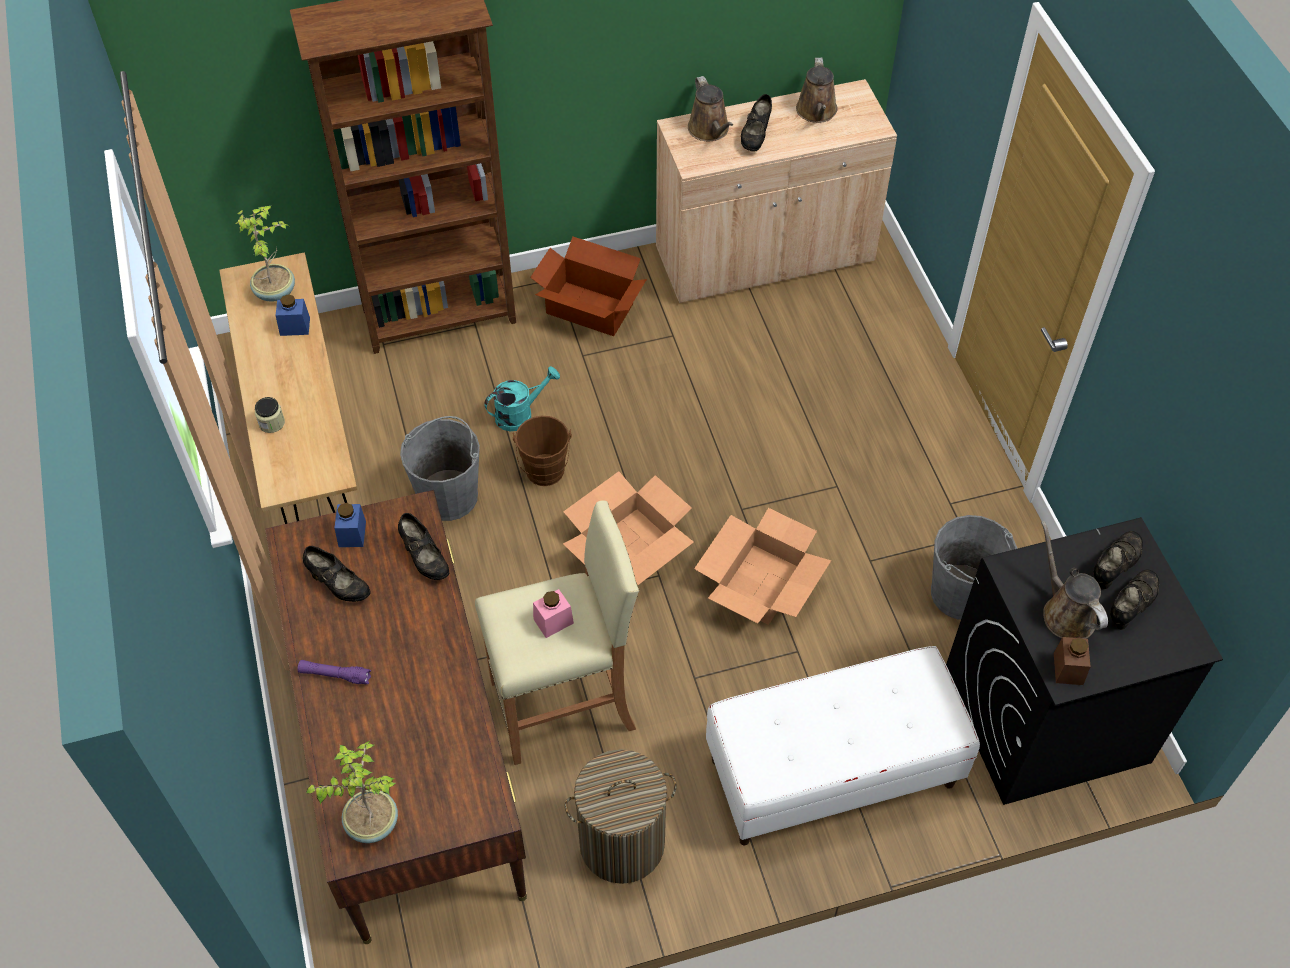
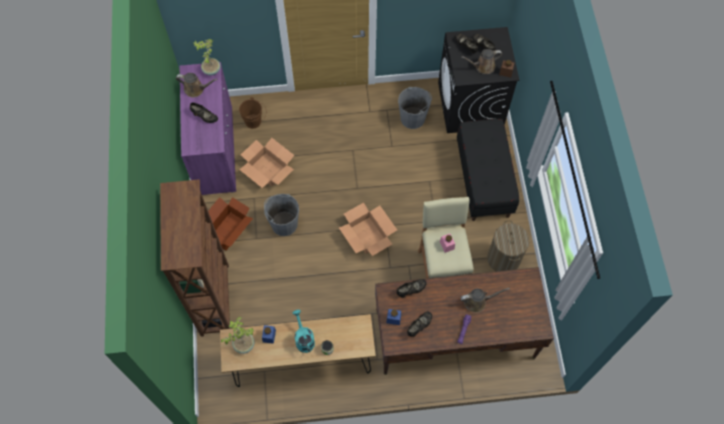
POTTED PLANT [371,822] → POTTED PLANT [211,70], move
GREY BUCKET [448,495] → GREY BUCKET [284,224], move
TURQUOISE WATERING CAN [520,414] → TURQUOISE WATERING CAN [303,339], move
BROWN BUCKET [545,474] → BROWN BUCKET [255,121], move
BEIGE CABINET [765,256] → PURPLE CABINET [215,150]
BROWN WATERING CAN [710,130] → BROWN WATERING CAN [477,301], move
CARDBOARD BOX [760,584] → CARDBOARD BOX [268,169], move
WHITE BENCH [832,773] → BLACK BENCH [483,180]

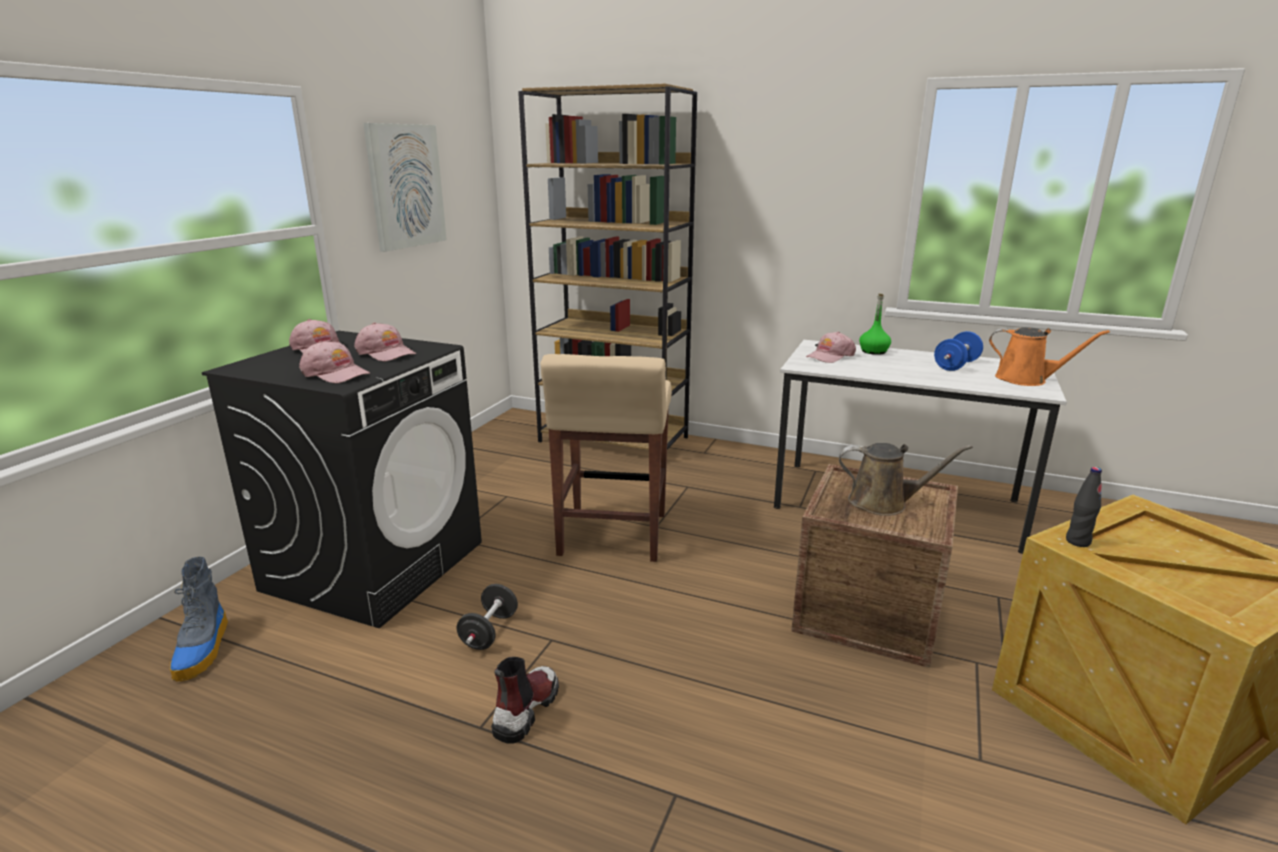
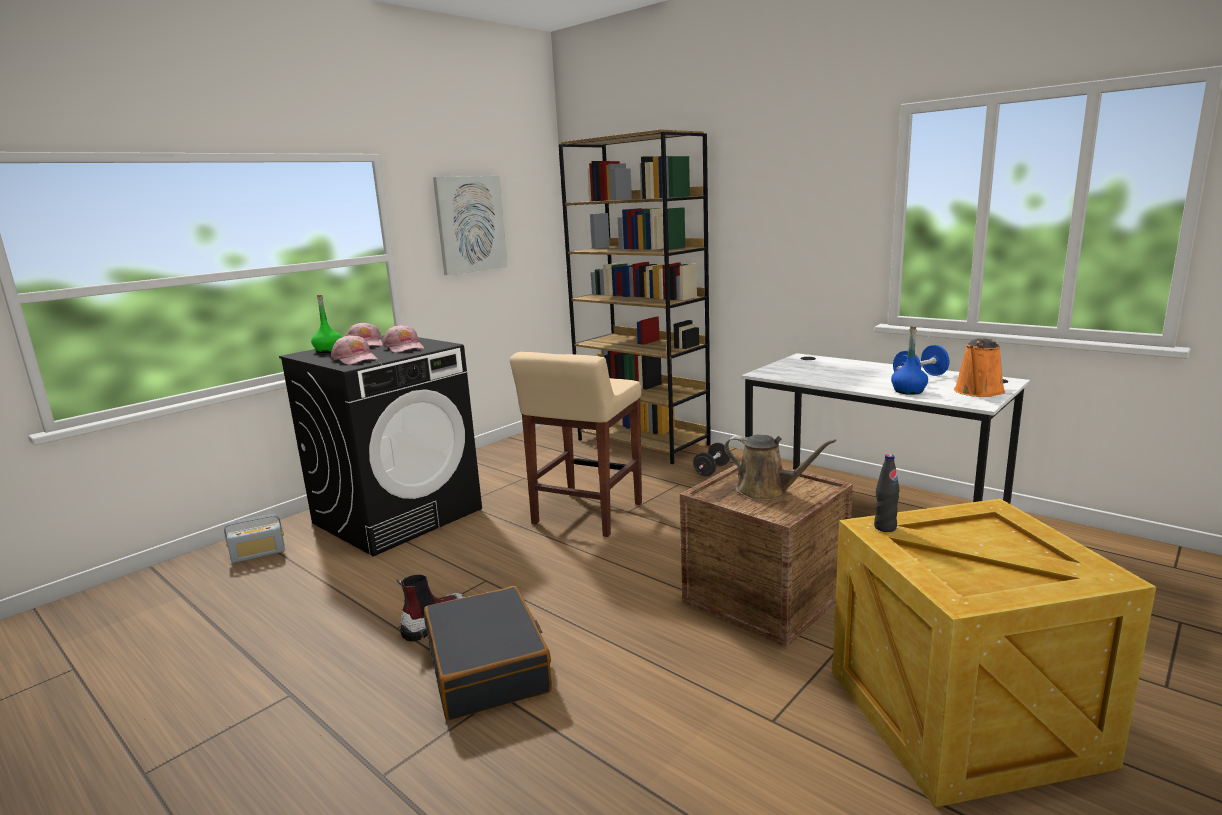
BOOT [203,650] → RADIO [258,554]
BLACK DUMBBELL [489,632] → BLACK DUMBBELL [712,470], move
PINK CAP [830,356] → -
GREEN BOTTLE [873,351] → GREEN BOTTLE [329,350], move
ORANGE WATERING CAN [1026,379] → ORANGE WATERING CAN [978,392], 75 degrees clockwise
- → BLACK SUITCASE [488,667]
- → BLUE BOTTLE [908,391]

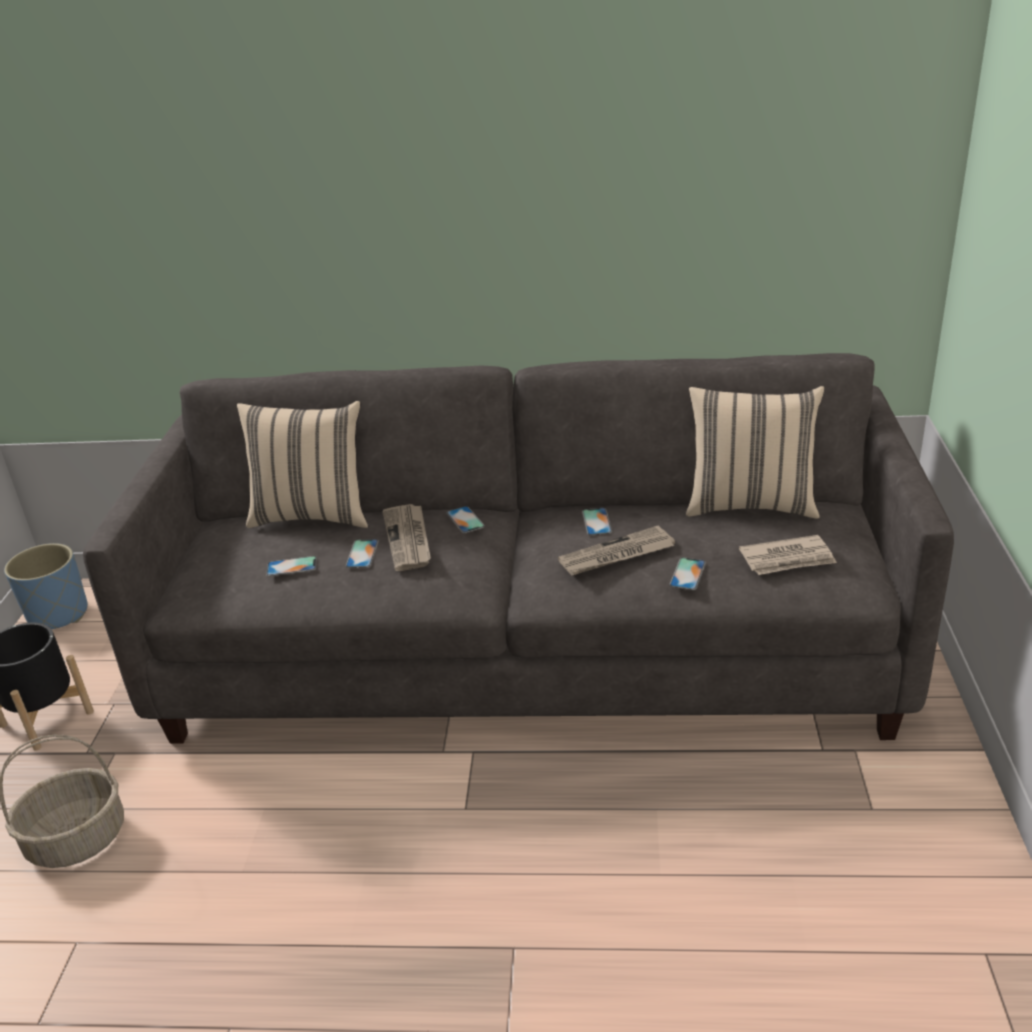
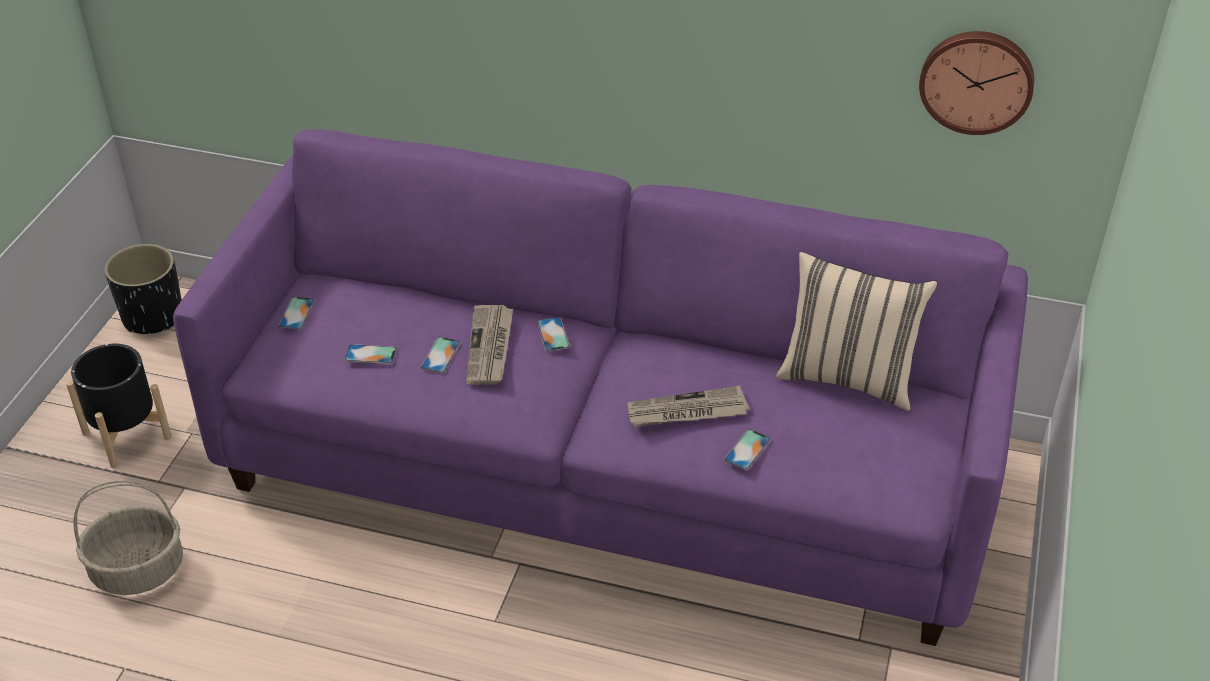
BLUE PLANTER [59,614] → BLACK PLANTER [153,316]
GREY SOFA [528,653] → PURPLE SOFA [606,467]
BEIGE PILLOW [313,515] → -
PHONE [596,522] → PHONE [296,313], move
NEWSPAPER [788,559] → -
- → WALL CLOCK [977,80]

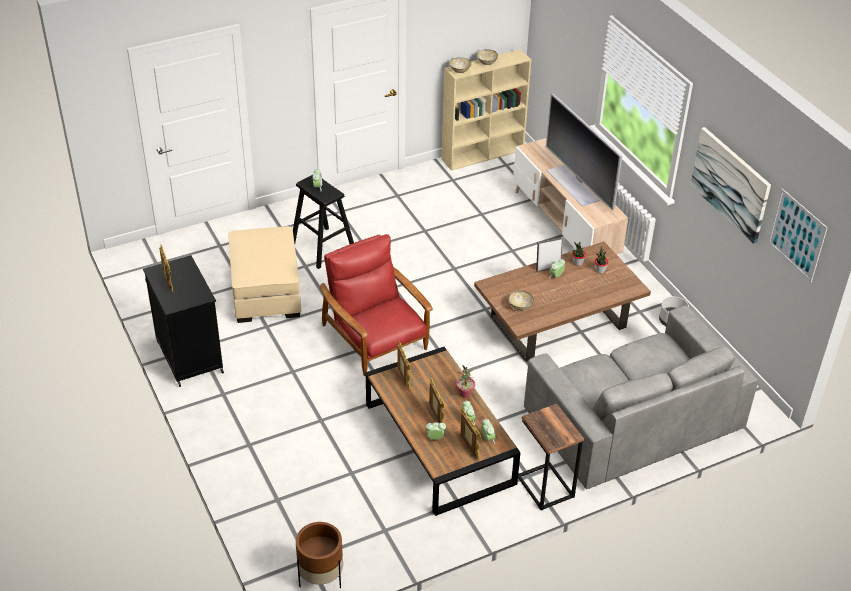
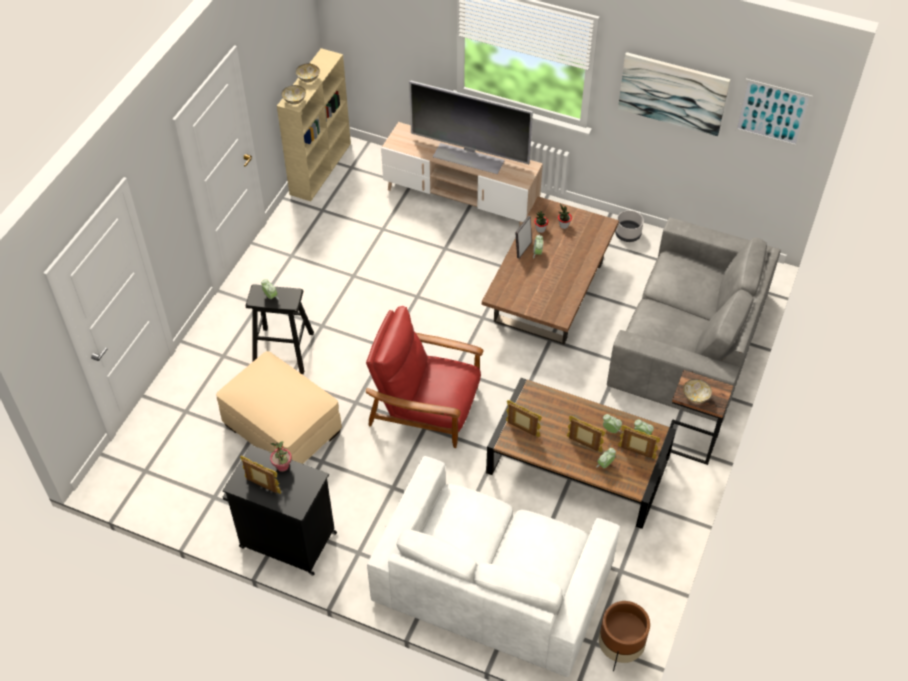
POTTED PLANT [465,394] → POTTED PLANT [282,466], move
BOWL [520,306] → BOWL [695,396], move
- → WHITE SOFA [491,584]

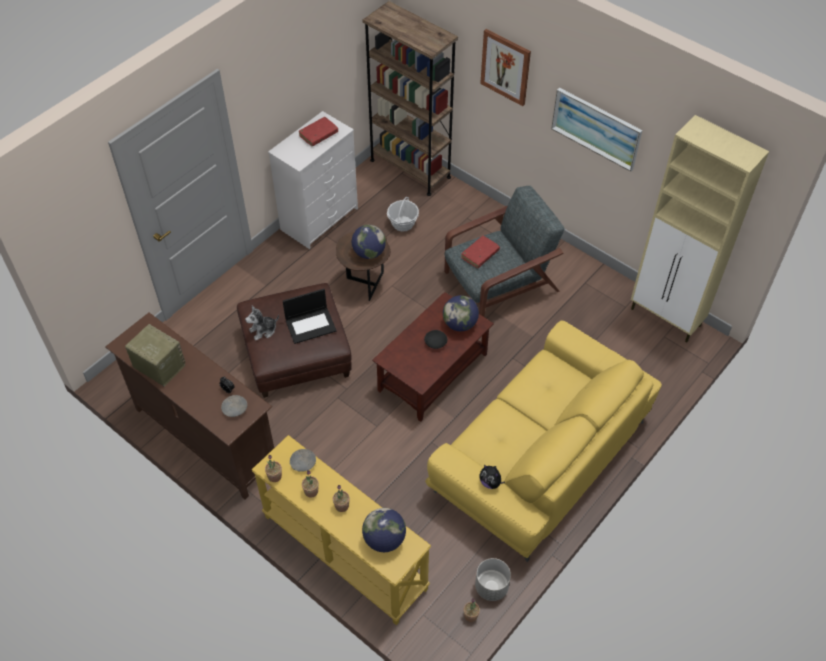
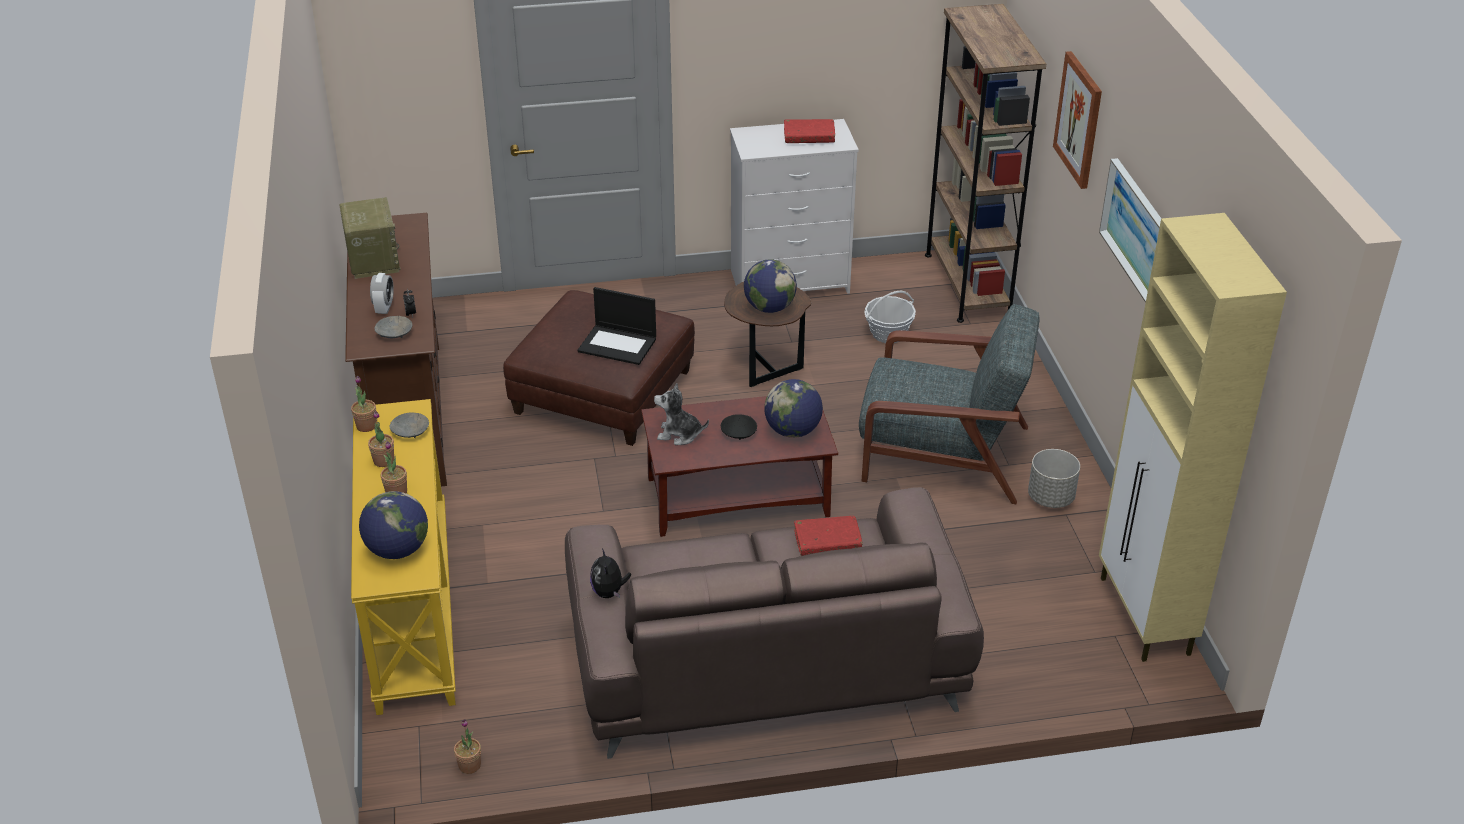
PLUSH TOY [263,330] → PLUSH TOY [679,434], move
YELLOW SOFA [540,456] → BROWN SOFA [765,660]
RED BOOK [480,254] → RED BOOK [827,542], move
GREY PLANTER [491,587] → GREY PLANTER [1050,498], move
- → ALARM CLOCK [384,308]

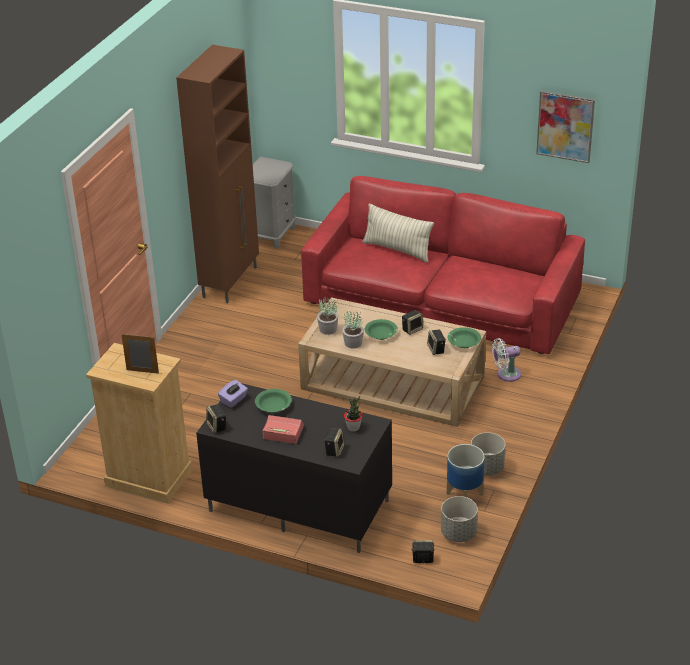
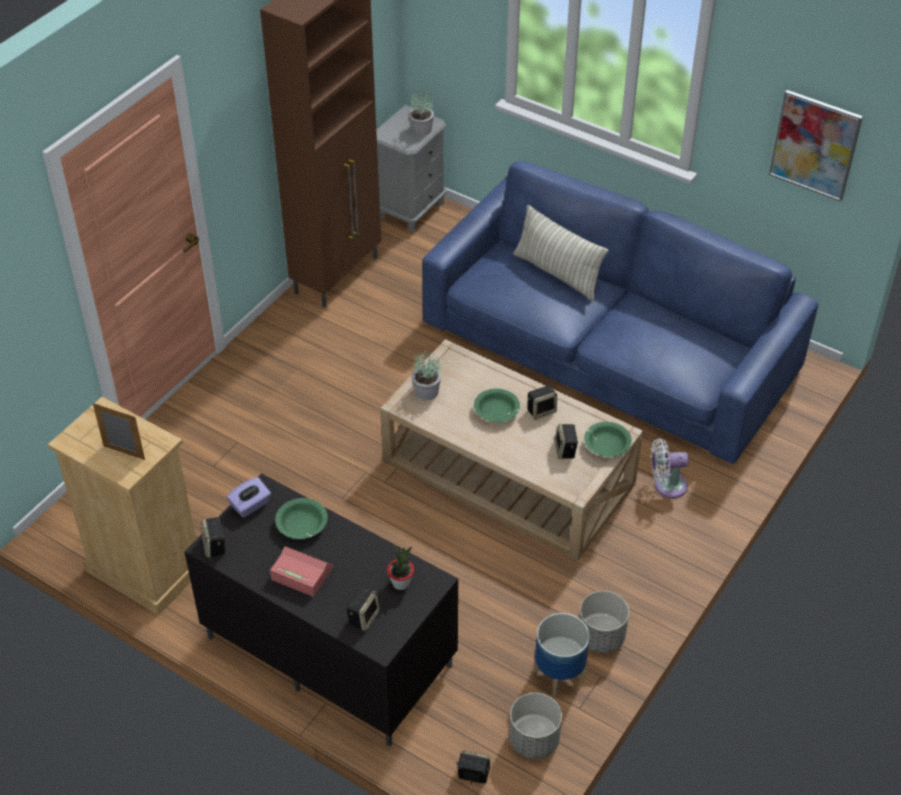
RED SOFA [441,300] → BLUE SOFA [608,348]
POTTED PLANT [353,343] → POTTED PLANT [421,130], move

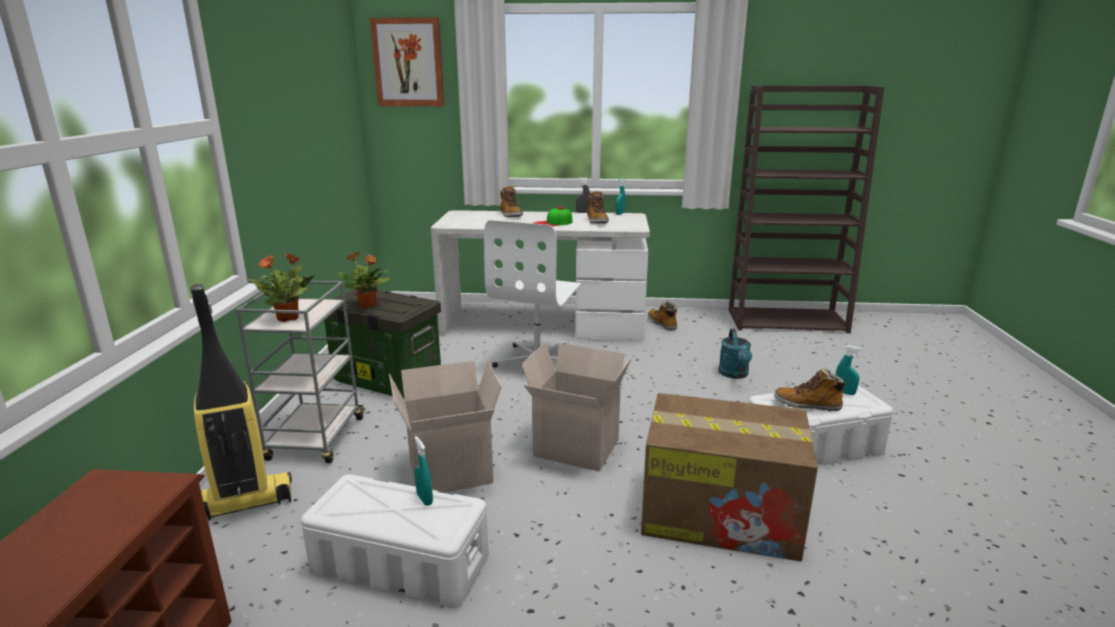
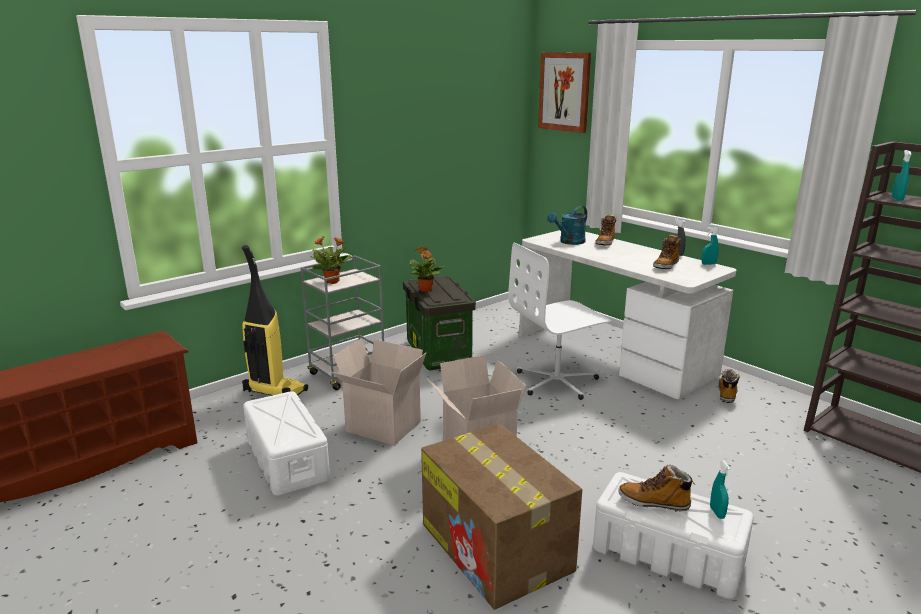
TURQUOISE SPRAY BOTTLE [424,499] → TURQUOISE SPRAY BOTTLE [897,199], move
CAP [552,223] → -
TURQUOISE WATERING CAN [734,374] → TURQUOISE WATERING CAN [569,242], move
BOOT [807,405] → BOOT [654,502], 45 degrees counterclockwise

